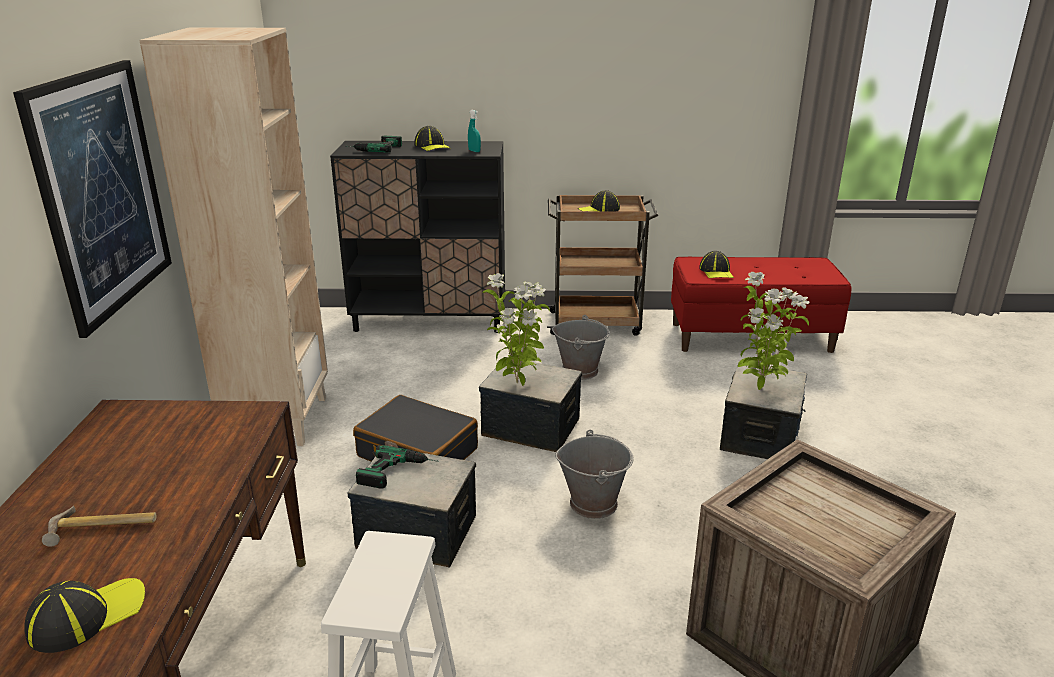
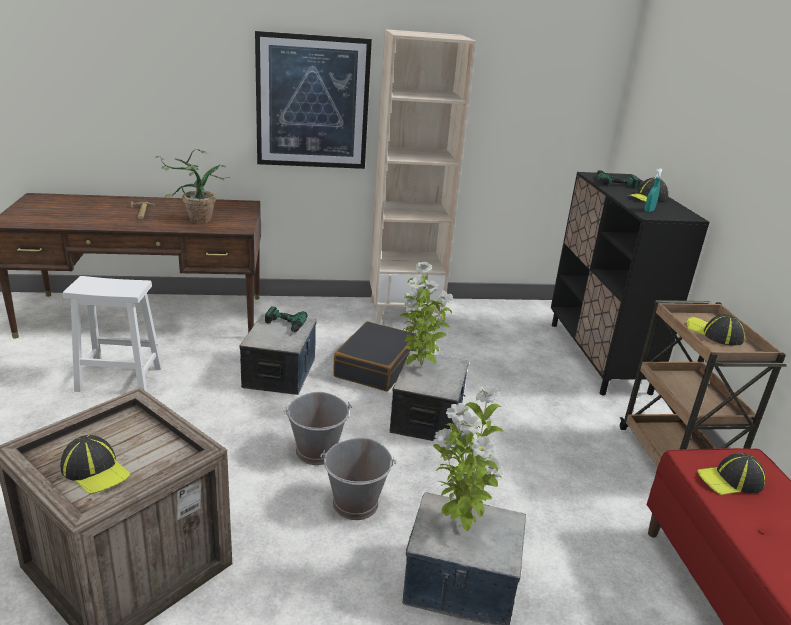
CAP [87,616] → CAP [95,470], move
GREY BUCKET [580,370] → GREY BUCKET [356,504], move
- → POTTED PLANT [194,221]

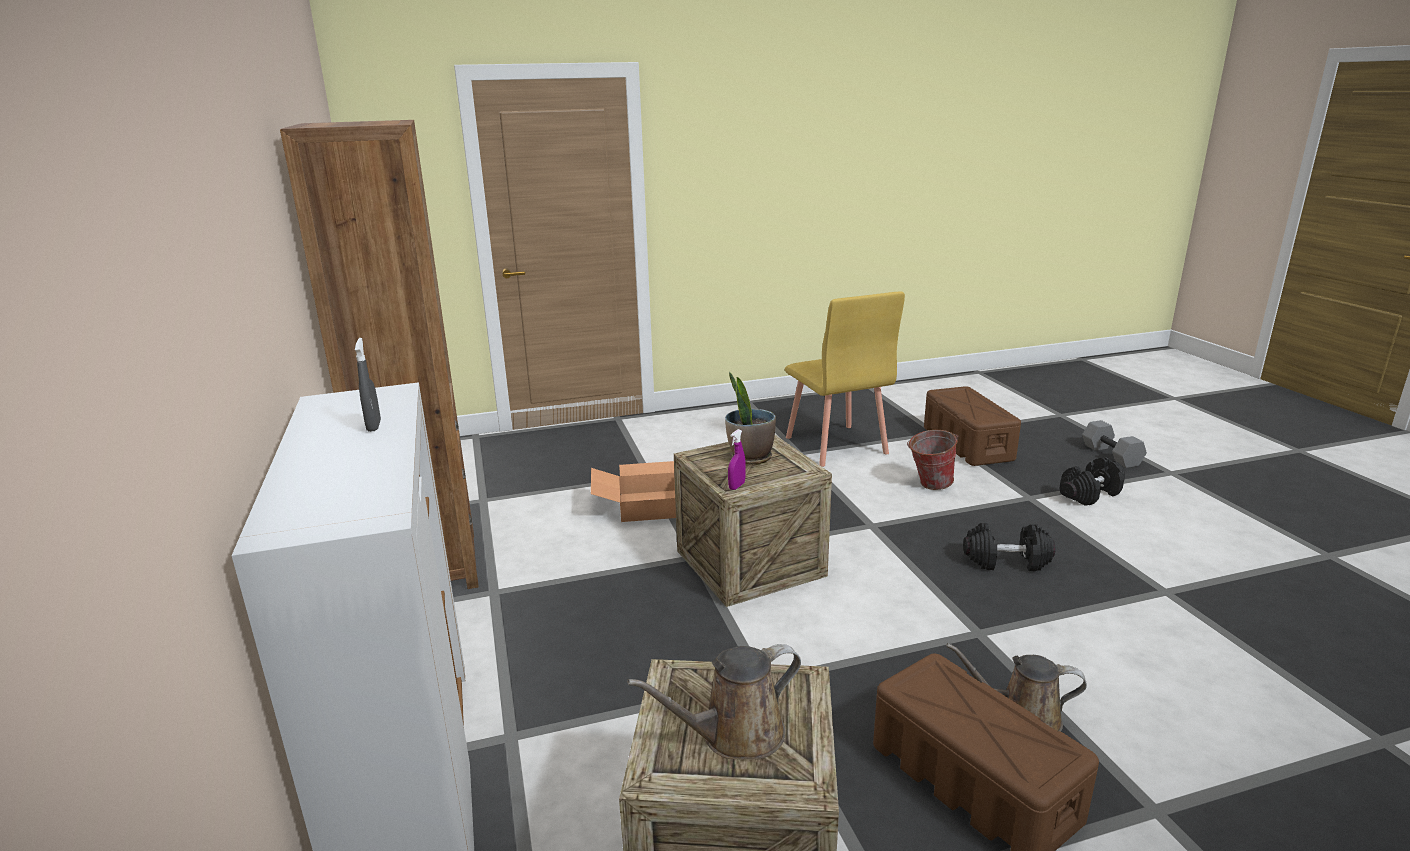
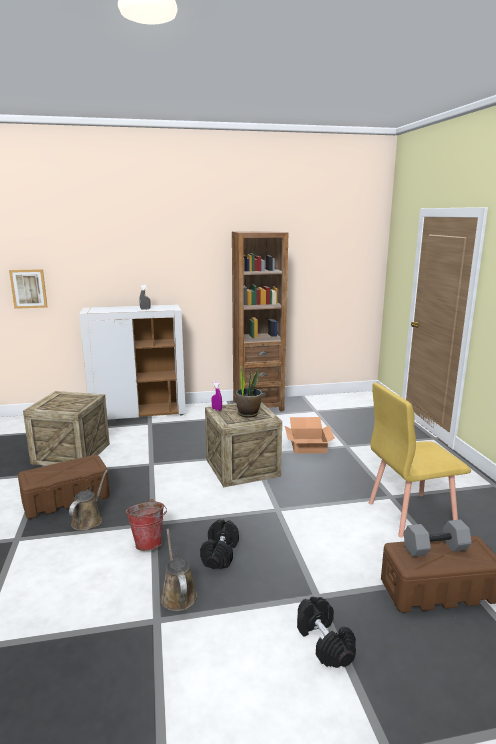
BROWN WATERING CAN [735,735] → BROWN WATERING CAN [178,594], move
BUCKET [929,485] → BUCKET [149,542], move
GREY DUMBBELL [1112,455] → GREY DUMBBELL [435,549], move
- → PICTURE [29,288]

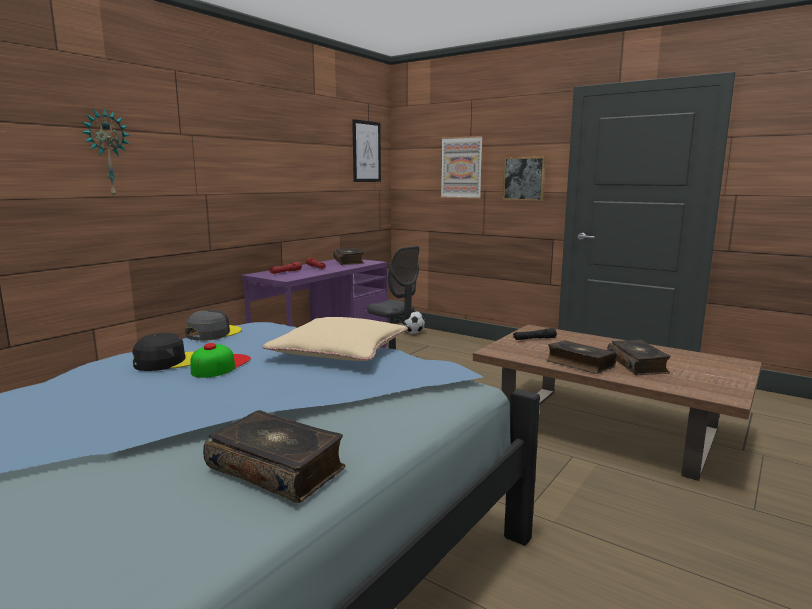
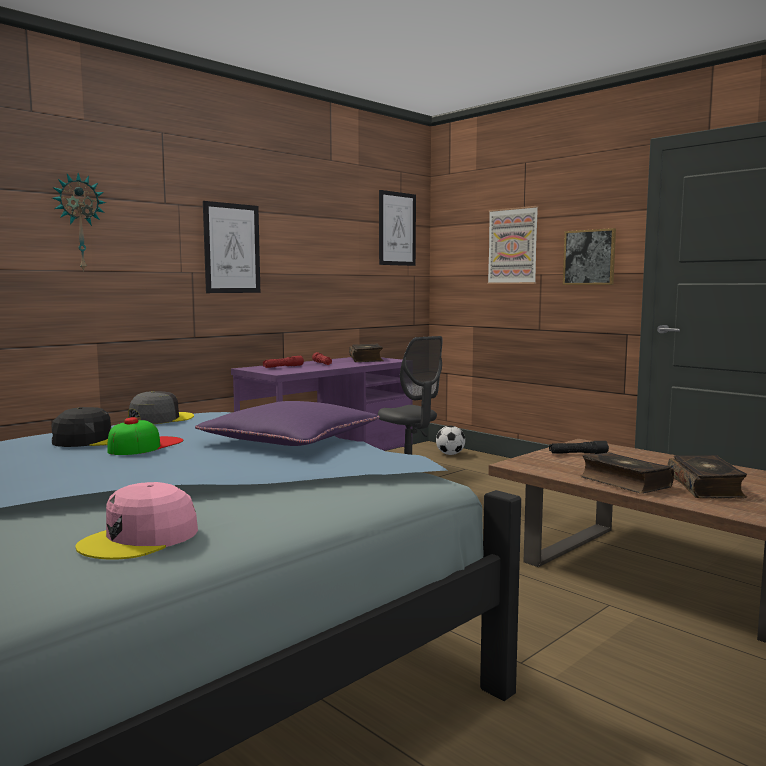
BOOK [277,468] → PINK CAP [140,538]
BEIGE PILLOW [339,350] → PURPLE PILLOW [291,439]
- → PICTURE [232,248]

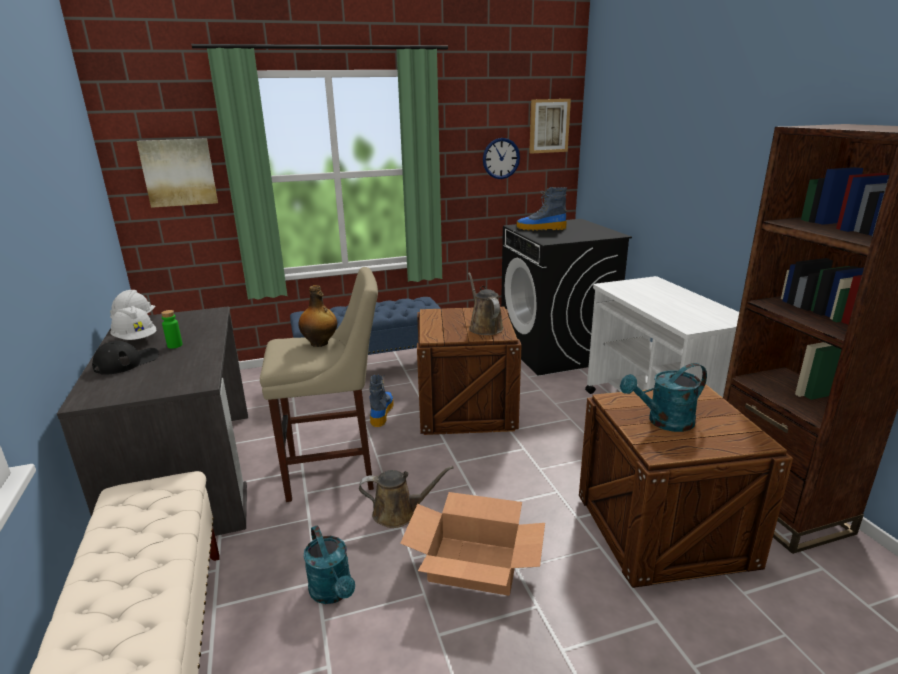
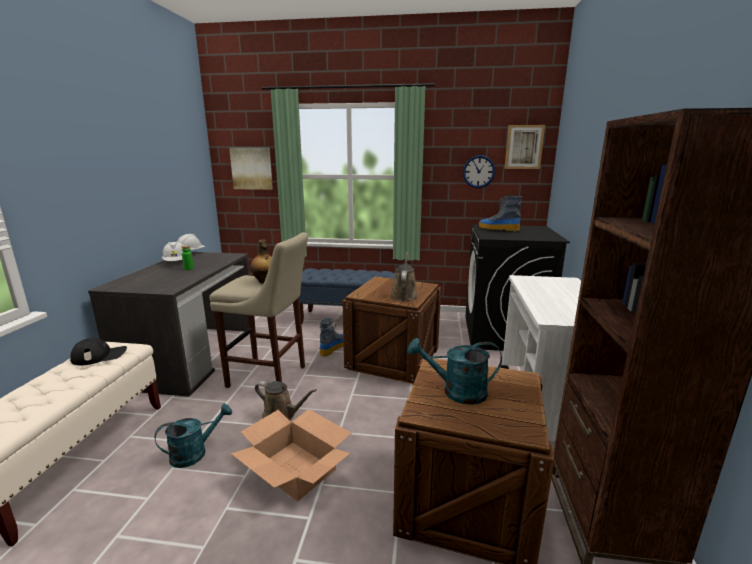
BLACK CAP [127,362] → BLACK CAP [100,356], move
TURQUOISE WATERING CAN [333,592] → TURQUOISE WATERING CAN [195,453], 120 degrees counterclockwise

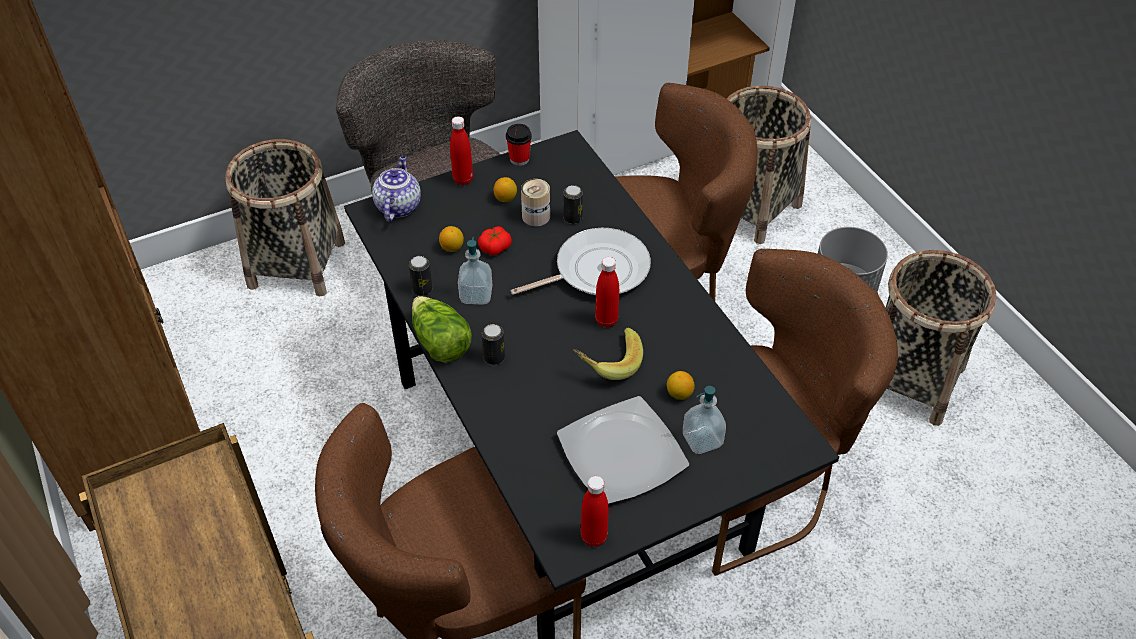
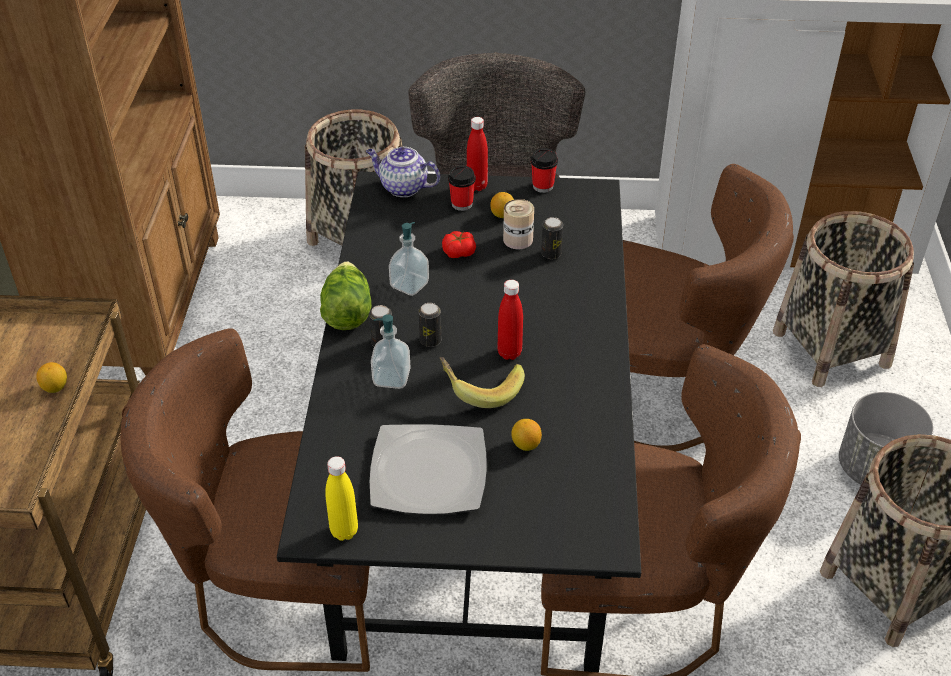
TEAPOT [398,206] → TEAPOT [402,187], 105 degrees counterclockwise
CAN [422,289] → CAN [430,340], move
LEMON [452,248] → LEMON [55,387], move
FRYING PAN [596,270] → -
RED BOTTLE [594,537] → YELLOW BOTTLE [344,531]
SOAP DISPENSER [702,440] → SOAP DISPENSER [391,378], move
- → CUP [462,204]

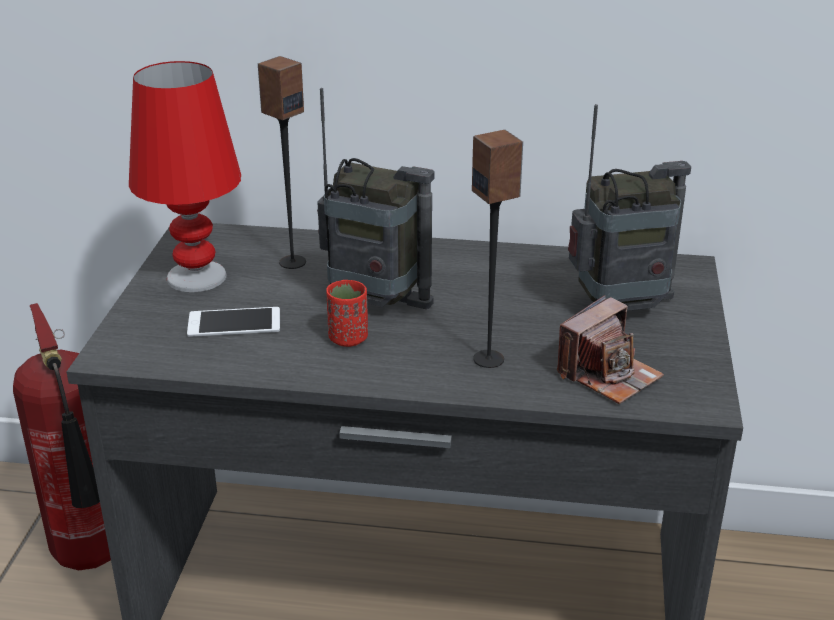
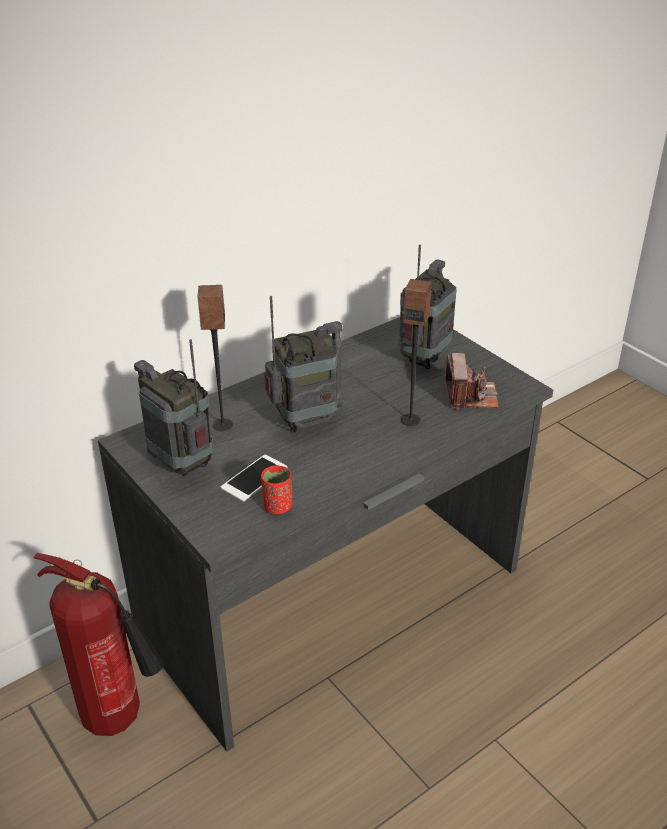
RED TABLE LAMP [197,276] → RADIO [182,465]
RED CUP [348,338] → RED CUP [277,506], move

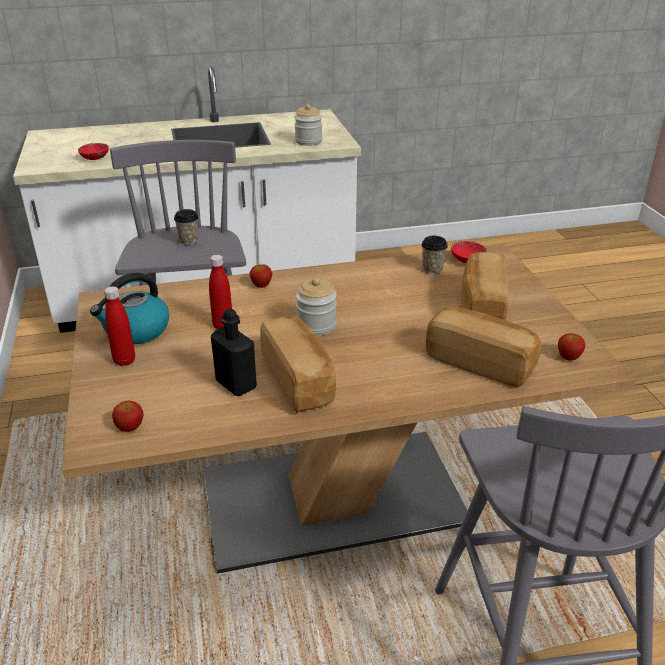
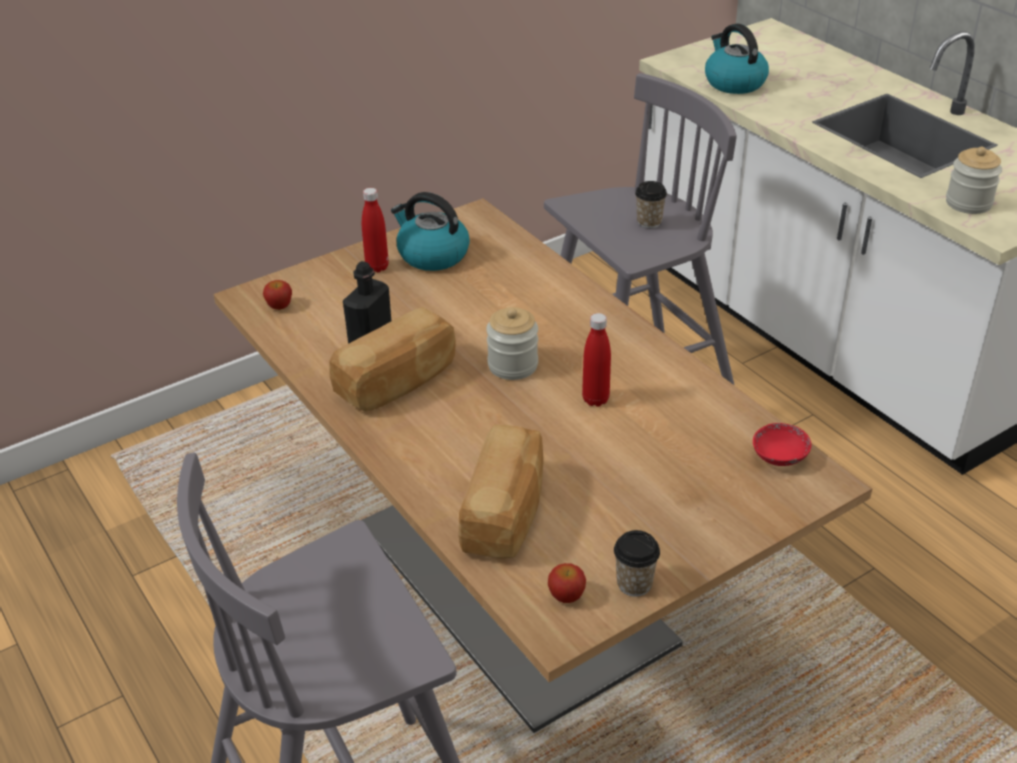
RED BOWL [95,158] → KETTLE [733,82]
RED BOTTLE [223,325] → RED BOTTLE [595,399], move
APPLE [261,285] → -
CUP [432,269] → CUP [634,584], move
BREAD [481,307] → -

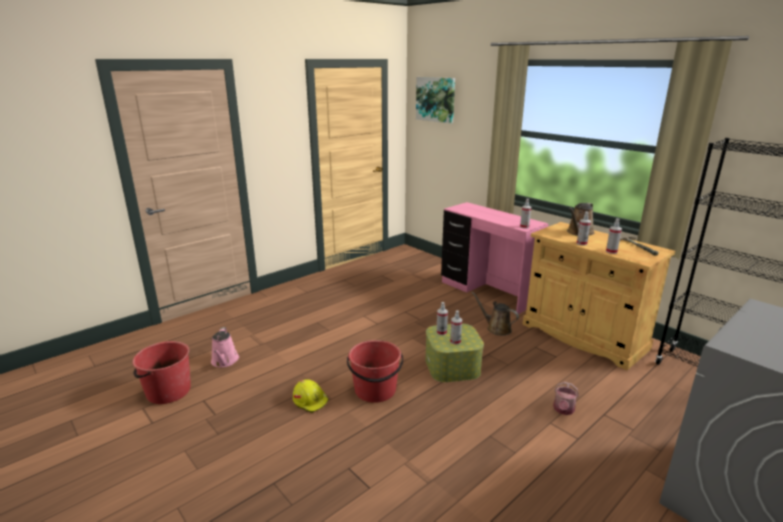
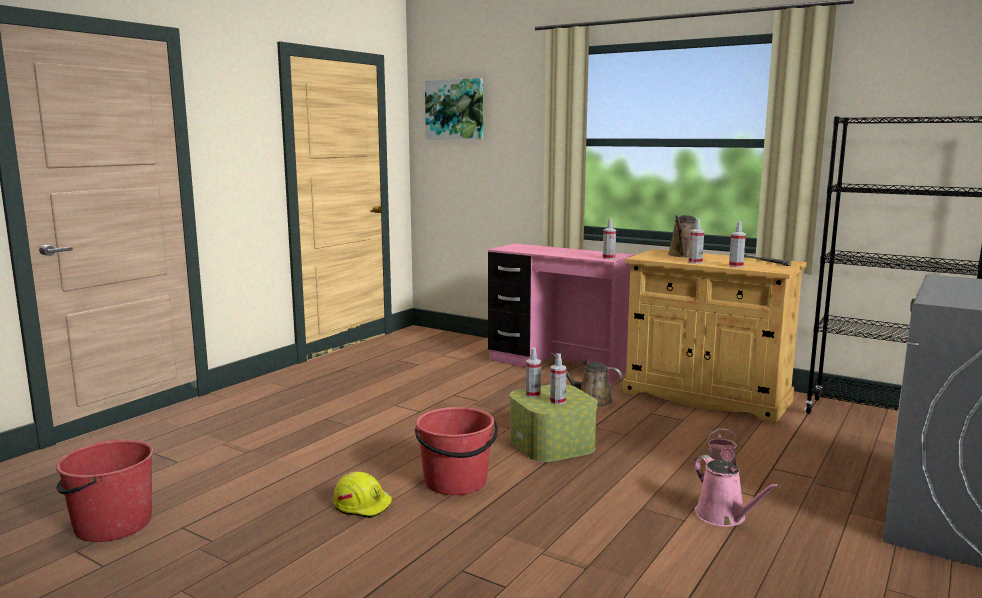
PINK WATERING CAN [224,361] → PINK WATERING CAN [723,517], move

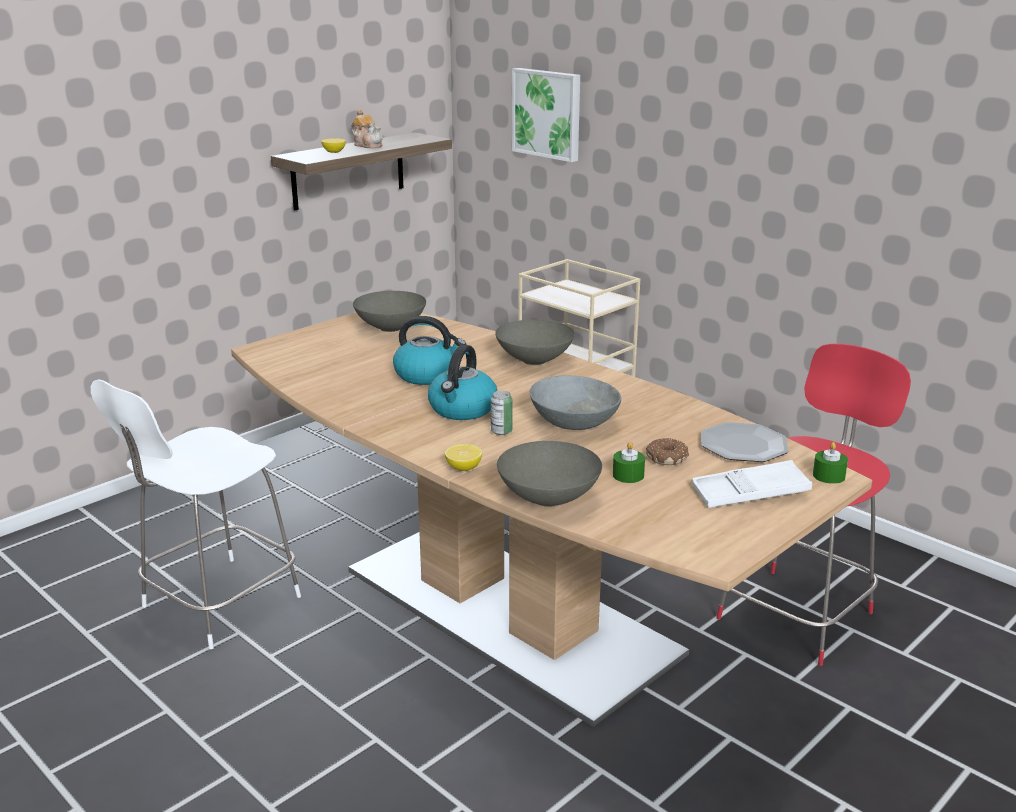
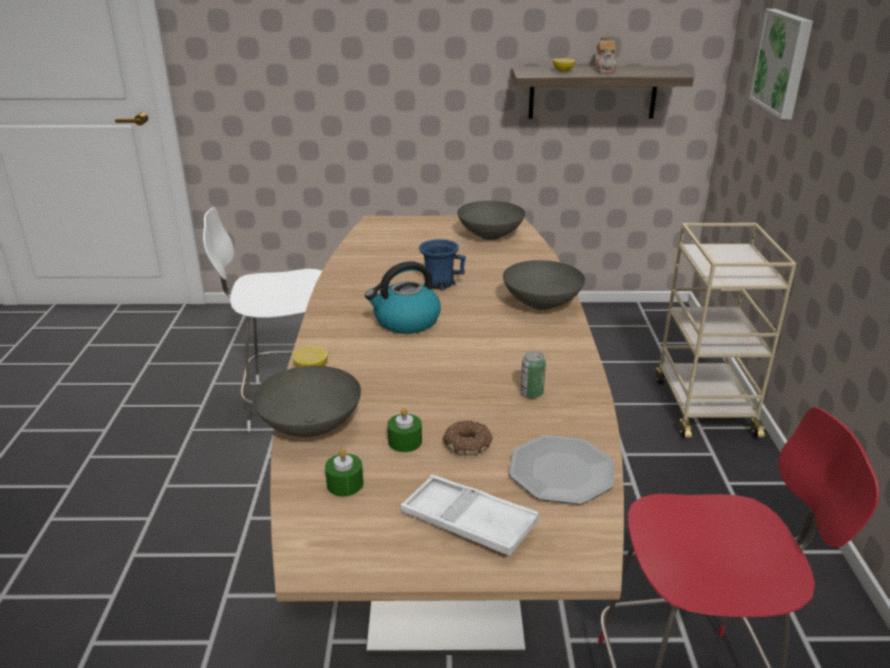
KETTLE [427,375] → BLUE MUG [439,283]
CAN [501,431] → CAN [531,393], move
GREY BOWL [572,423] → -
GREEN CANDLE [828,476] → GREEN CANDLE [345,484], move

